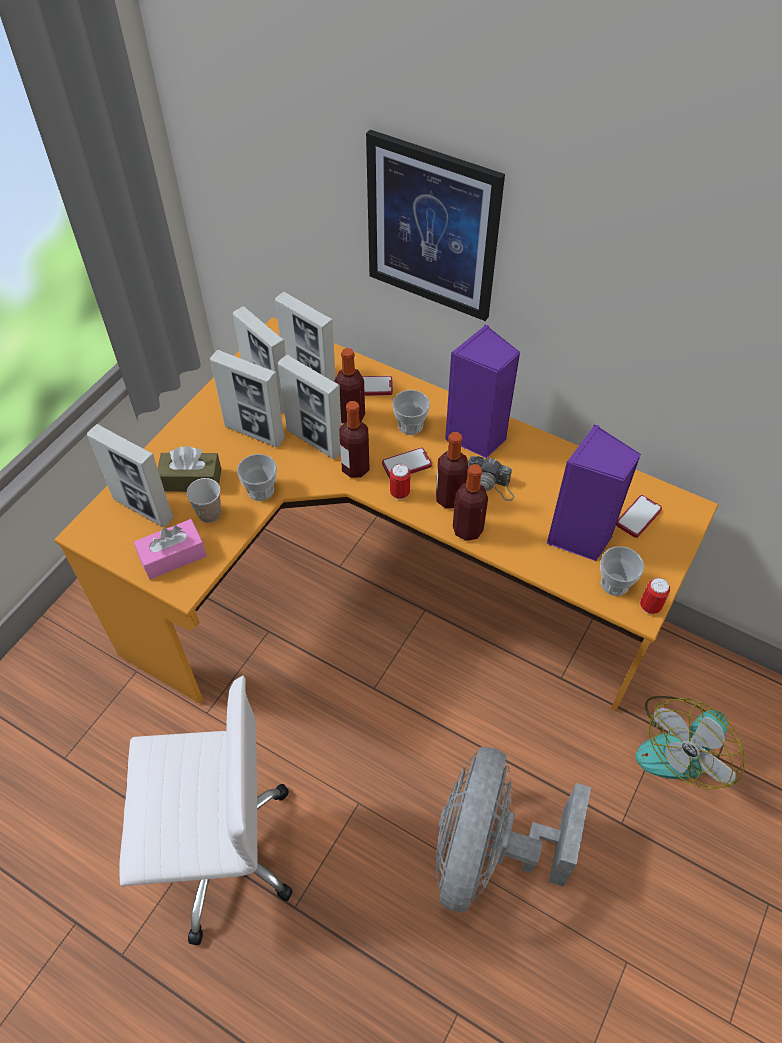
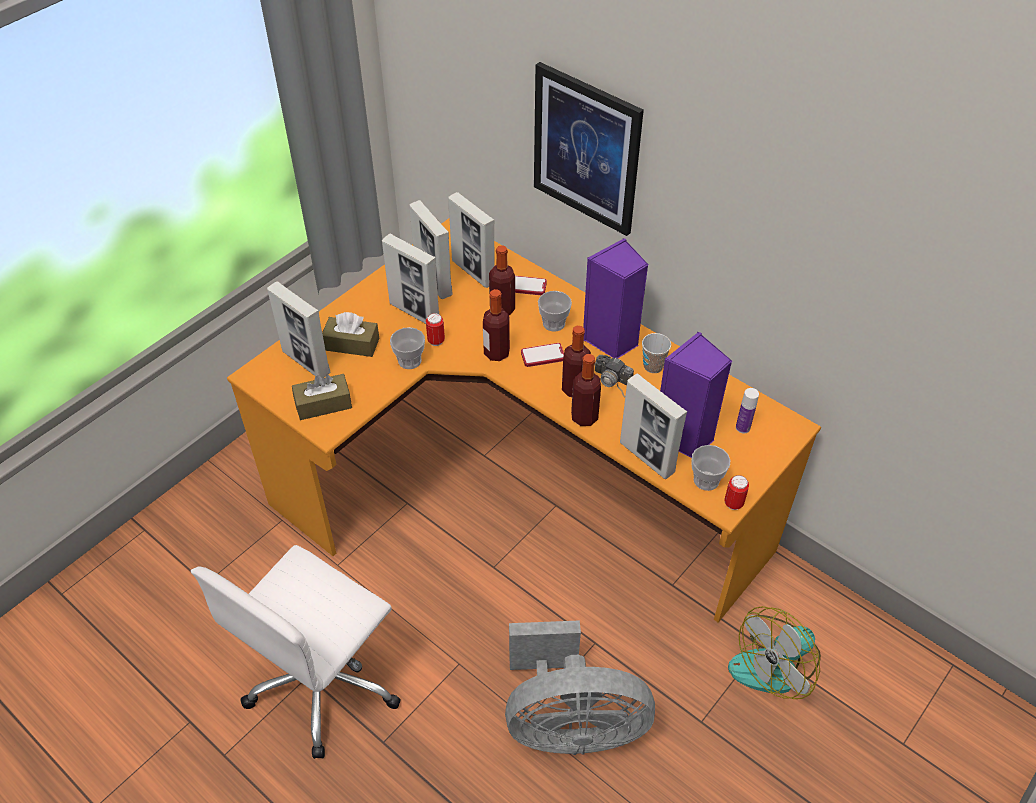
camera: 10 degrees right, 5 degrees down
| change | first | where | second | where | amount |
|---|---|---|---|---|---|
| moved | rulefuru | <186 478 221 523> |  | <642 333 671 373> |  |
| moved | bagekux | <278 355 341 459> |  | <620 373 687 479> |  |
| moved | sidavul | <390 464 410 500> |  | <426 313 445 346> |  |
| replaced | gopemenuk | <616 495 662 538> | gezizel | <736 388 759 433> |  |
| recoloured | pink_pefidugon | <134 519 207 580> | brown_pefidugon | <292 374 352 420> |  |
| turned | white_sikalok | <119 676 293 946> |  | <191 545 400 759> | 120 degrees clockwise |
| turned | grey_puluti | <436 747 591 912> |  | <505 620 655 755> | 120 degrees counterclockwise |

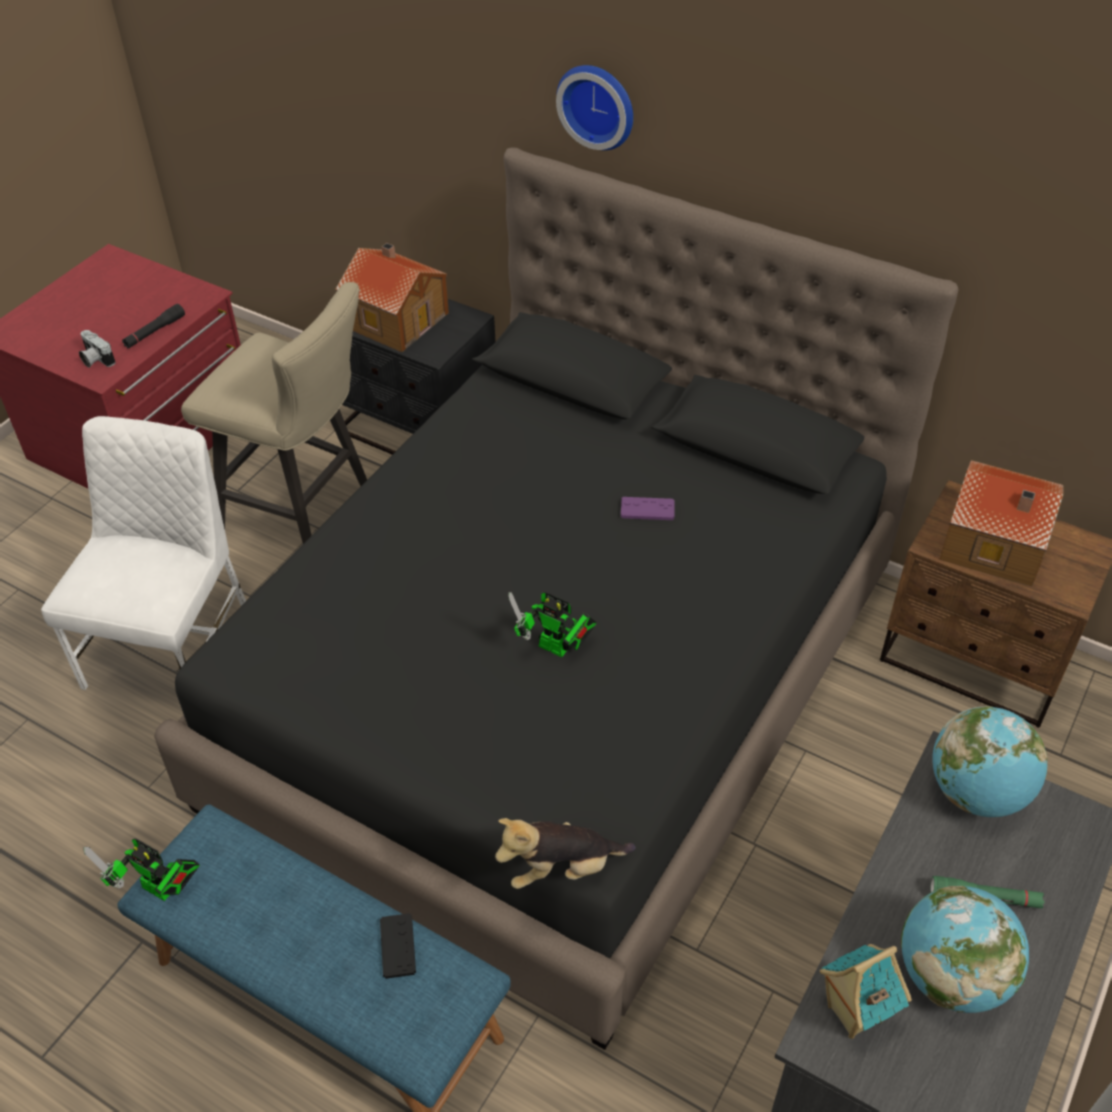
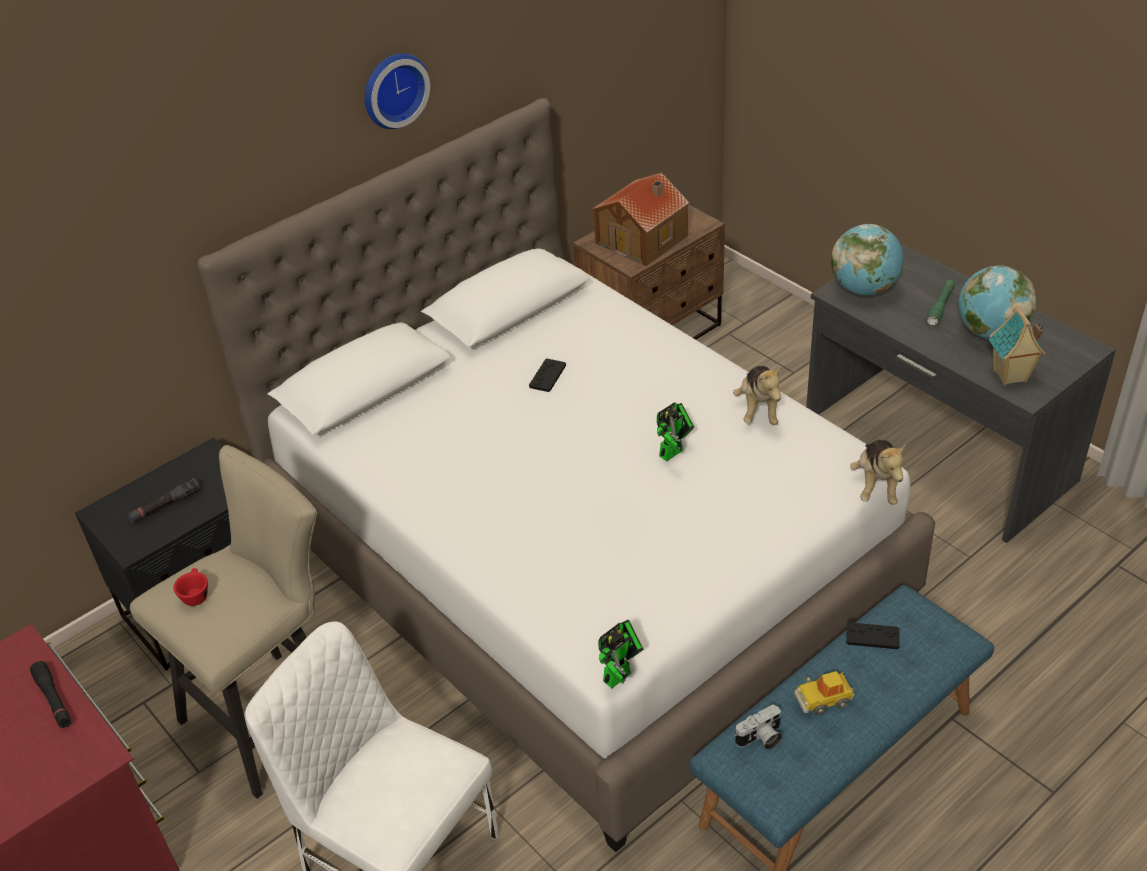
camera: 70 degrees left, 5 degrees down
| change | first | where | second | where | amount |
|---|---|---|---|---|---|
| added |  |  | red_rulefuru | <173 568 208 606> |  |
| added |  |  | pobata | <733 366 782 425> |  |
| added |  |  | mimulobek | <794 671 854 715> |  |
| moved | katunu | <79 330 115 368> |  | <735 704 782 750> |  |
| moved | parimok | <83 839 200 901> |  | <598 620 644 688> |  |
| moved | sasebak | <556 65 633 150> |  | <365 53 430 129> |  |
| replaced | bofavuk | <335 243 449 352> | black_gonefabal | <128 478 201 523> |  |
| recoloured | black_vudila | <154 147 959 1050> | white_vudila | <197 98 935 852> |  |
| recoloured | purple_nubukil | <621 497 675 520> | black_nubukil | <529 359 566 392> |  |

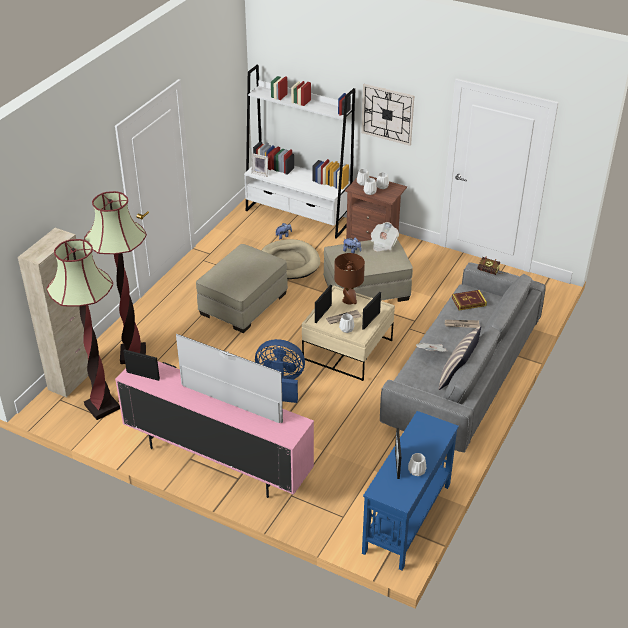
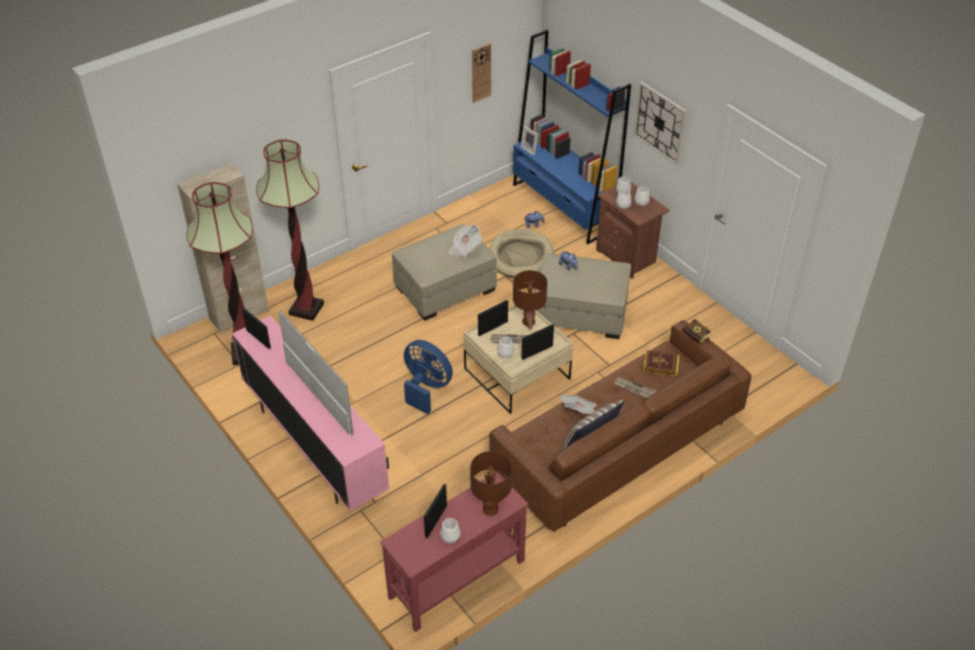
camera: 25 degrees right, 5 degrees up
| change | first | where | second | where | amount |
|---|---|---|---|---|---|
| added |  |  | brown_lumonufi | <470 451 512 516> |  |
| added |  |  | sasebak | <472 43 491 103> |  |
| moved | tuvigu | <371 222 399 251> |  | <449 225 482 258> |  |
| recoloured | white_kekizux | <244 65 355 239> | blue_kekizux | <513 30 631 244> |  |
| recoloured | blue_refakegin | <362 411 459 571> | red_refakegin | <380 472 528 632> |  |
| recoloured | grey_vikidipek | <380 263 546 453> | brown_vikidipek | <489 320 752 532> |  |

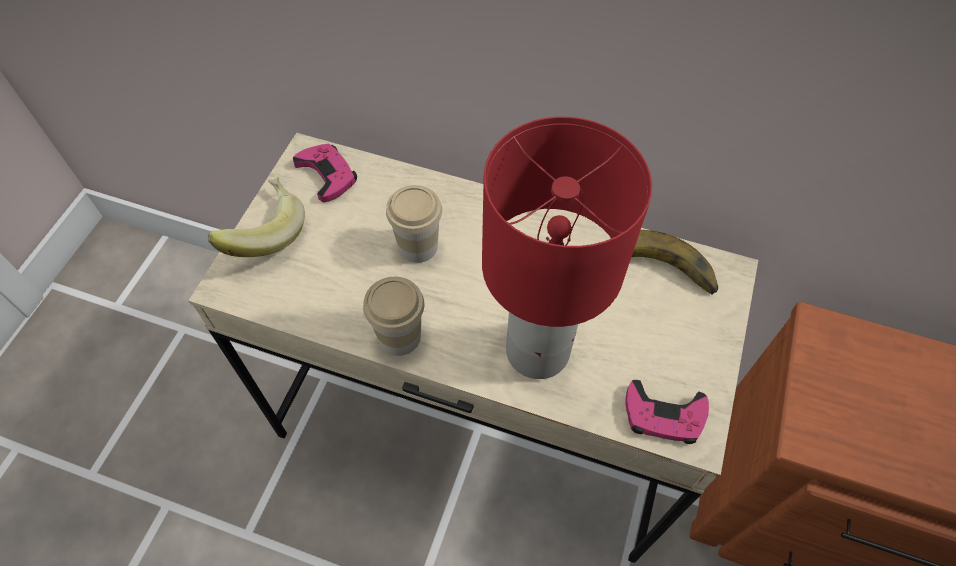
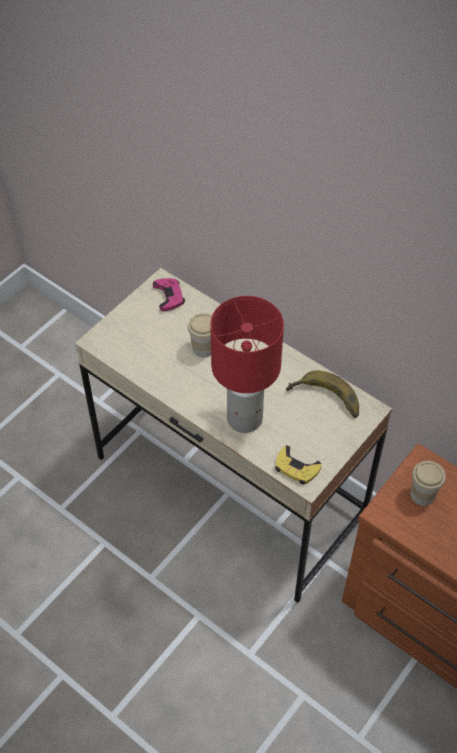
camera: 20 degrees right, 5 degrees down
| change | first | where | second | where | amount |
|---|---|---|---|---|---|
| removed | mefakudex | <208 177 305 257> |  |  |  |
| moved | rulefuru | <363 277 424 356> |  | <411 461 446 506> |  |
| recoloured | pink_nubukil | <625 380 709 444> | yellow_nubukil | <275 445 321 484> |  |

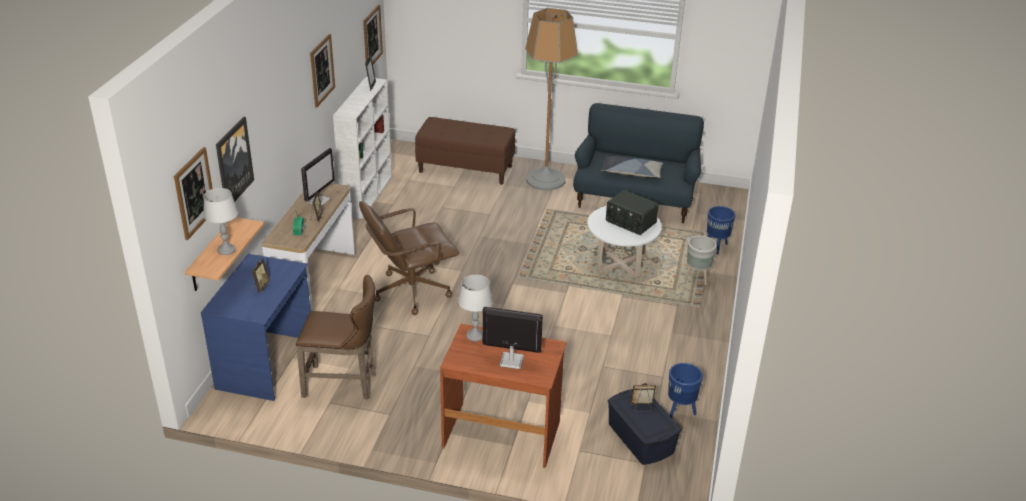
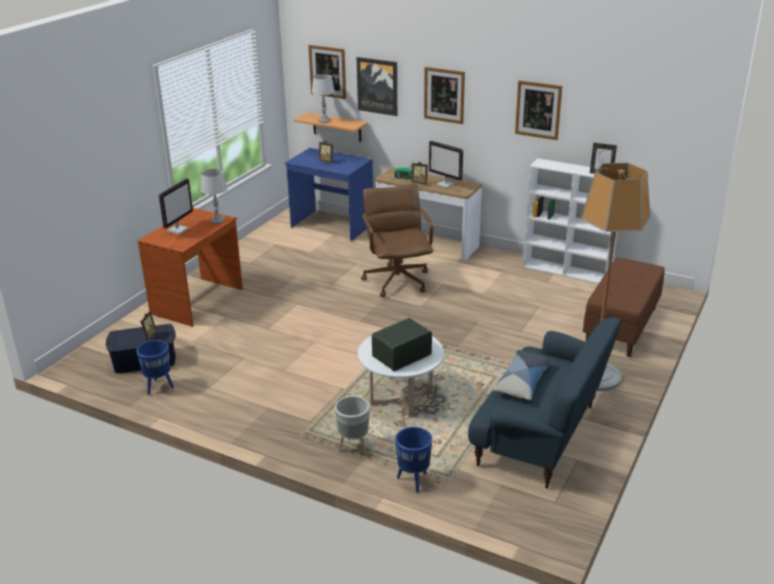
camera: 105 degrees right, 5 degrees down
| change | first | where | second | where | amount |
|---|---|---|---|---|---|
| removed | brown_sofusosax | <296 275 376 400> |  |  |  |
| moved | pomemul | <363 5 383 64> |  | <424 67 465 124> |  |

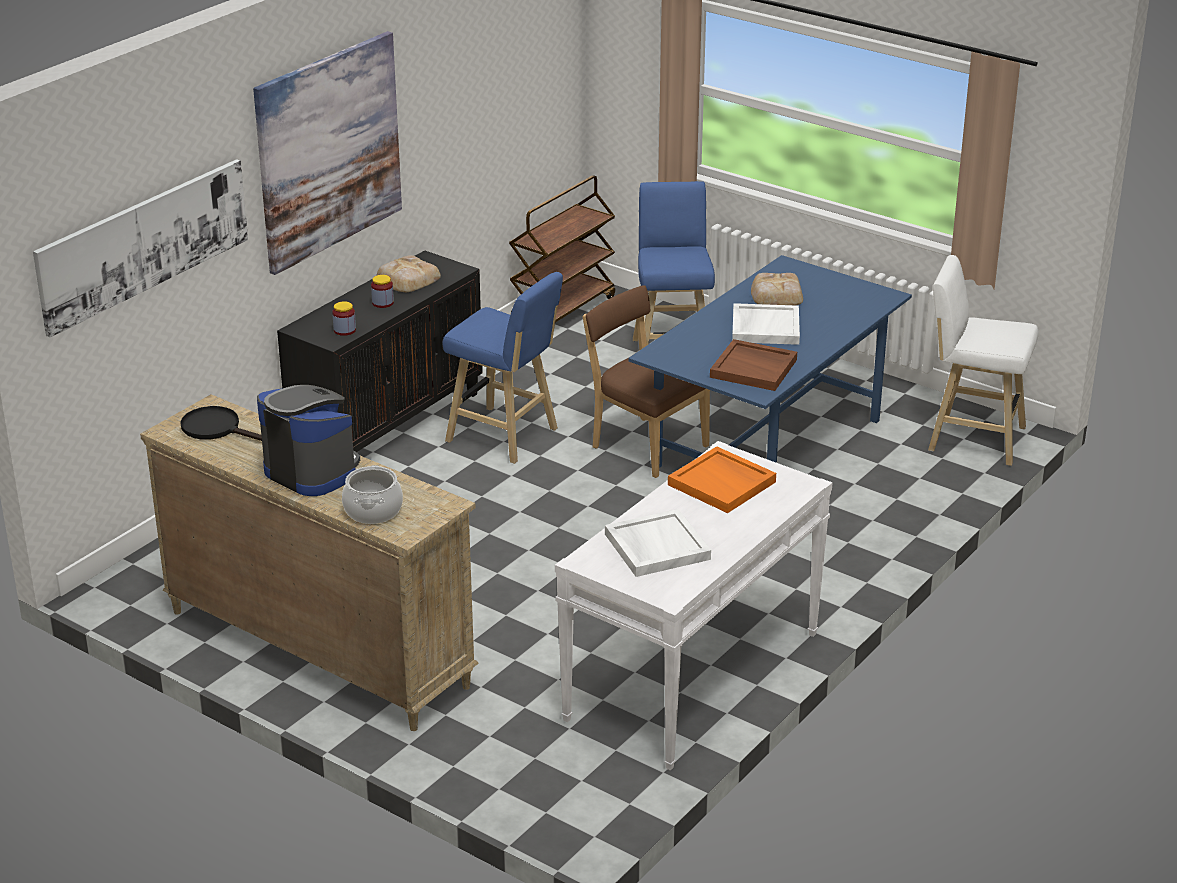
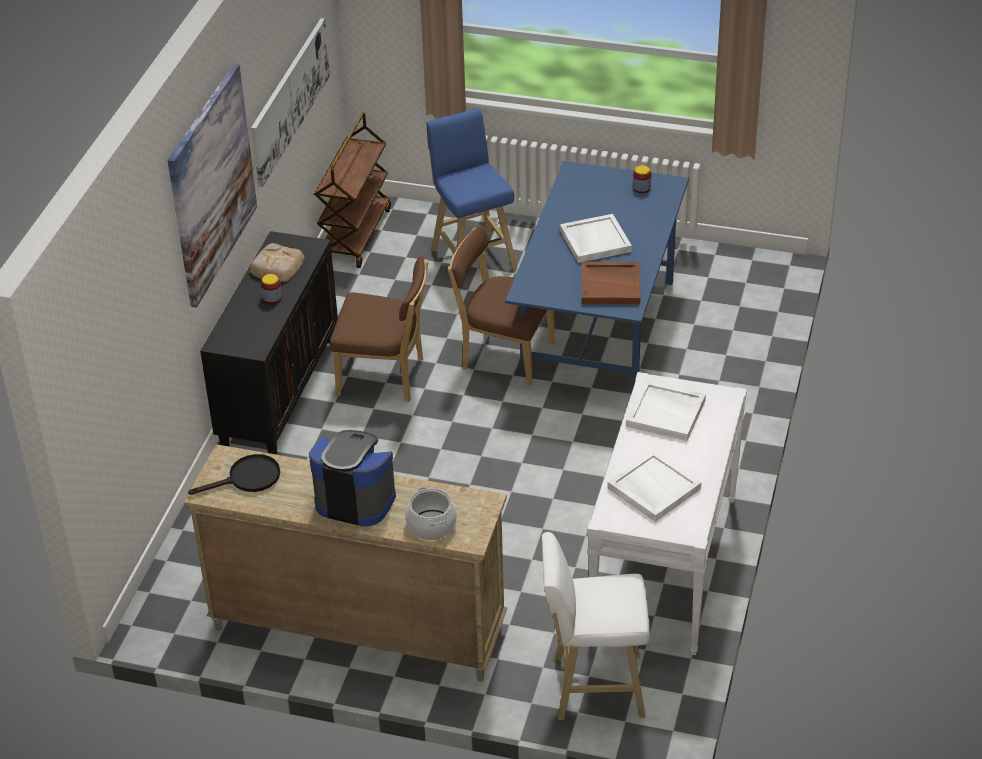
camera: 20 degrees left, 10 degrees up
| change | first | where | second | where | amount |
|---|---|---|---|---|---|
| removed | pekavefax | <751 273 803 305> |  |  |  |
| moved | pomemul | <33 159 248 338> |  | <251 18 330 187> |  |
| moved | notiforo | <332 301 356 336> |  | <633 165 651 193> |  |
| moved | white_sofusosax | <928 255 1039 466> |  | <542 532 650 720> |  |
| replaced | blue_sofusosax | <443 272 563 464> | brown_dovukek | <330 255 428 402> |  |
| recoloured | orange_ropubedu | <668 446 776 513> | white_ropubedu | <626 380 706 441> |  |
| turned | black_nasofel | <180 406 262 441> |  | <188 454 280 495> | 150 degrees clockwise |

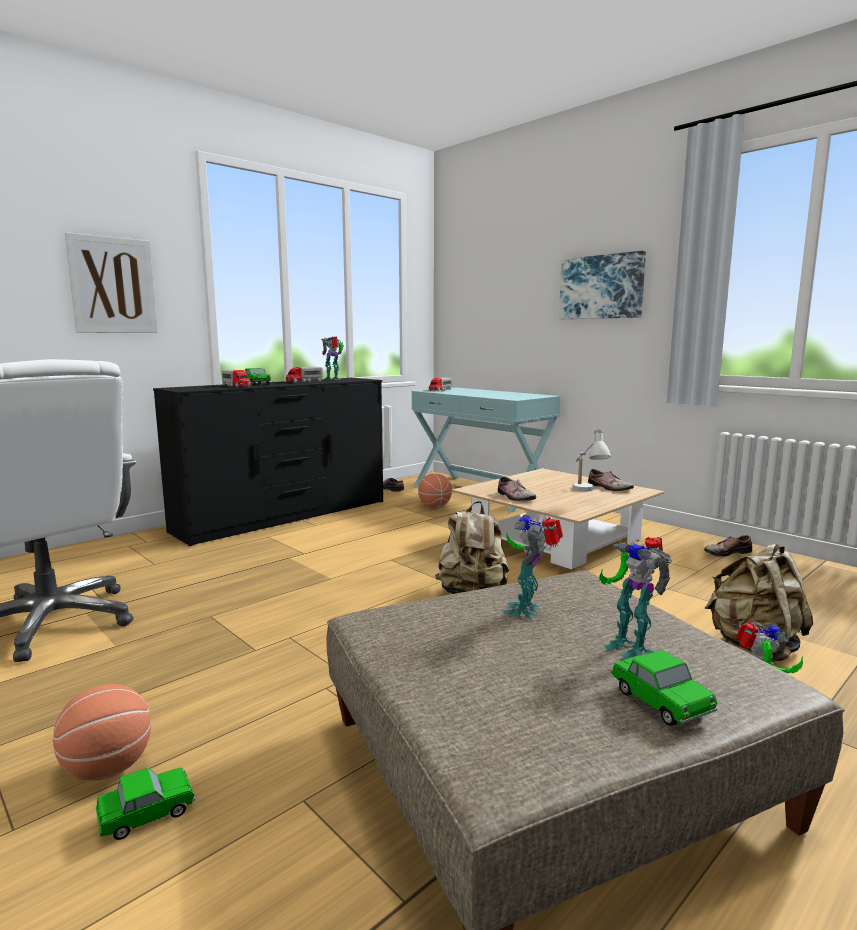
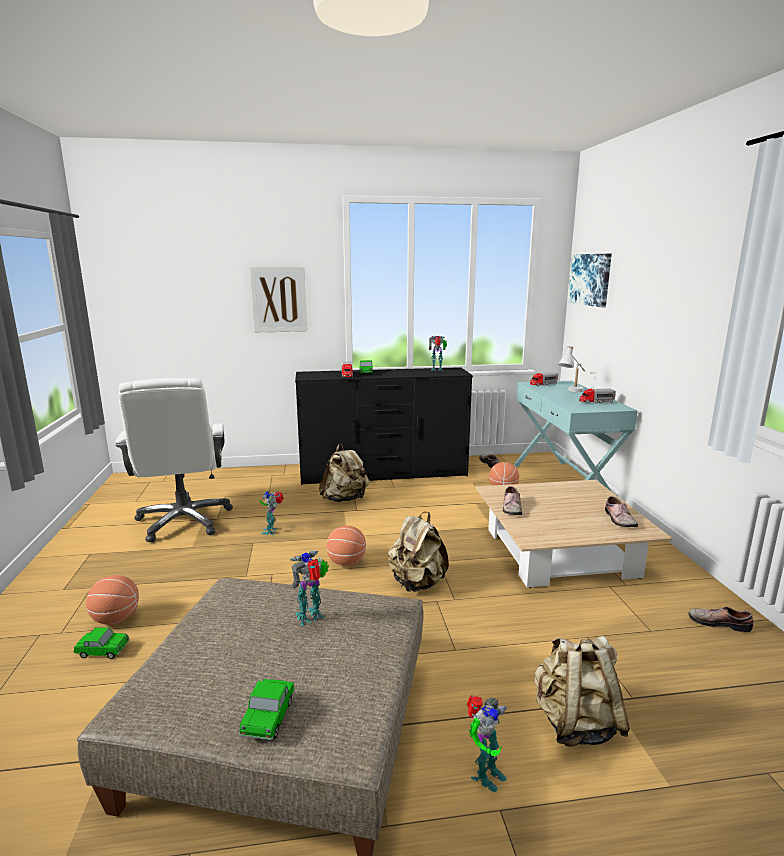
camera: 35 degrees right, 5 degrees up
| change | first | where | second | where | amount |
|---|---|---|---|---|---|
| added |  |  | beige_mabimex | <319 444 370 502> |  |
| added |  |  | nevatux | <327 526 366 566> |  |
| moved | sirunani | <286 367 323 383> |  | <579 389 616 404> |  |
| moved | pomemul | <559 251 646 319> |  | <568 254 612 308> |  |
| moved | white_lumonufi | <573 430 611 492> |  | <559 346 585 392> |  |
| moved | parimok | <599 537 673 659> |  | <259 491 284 535> |  |

